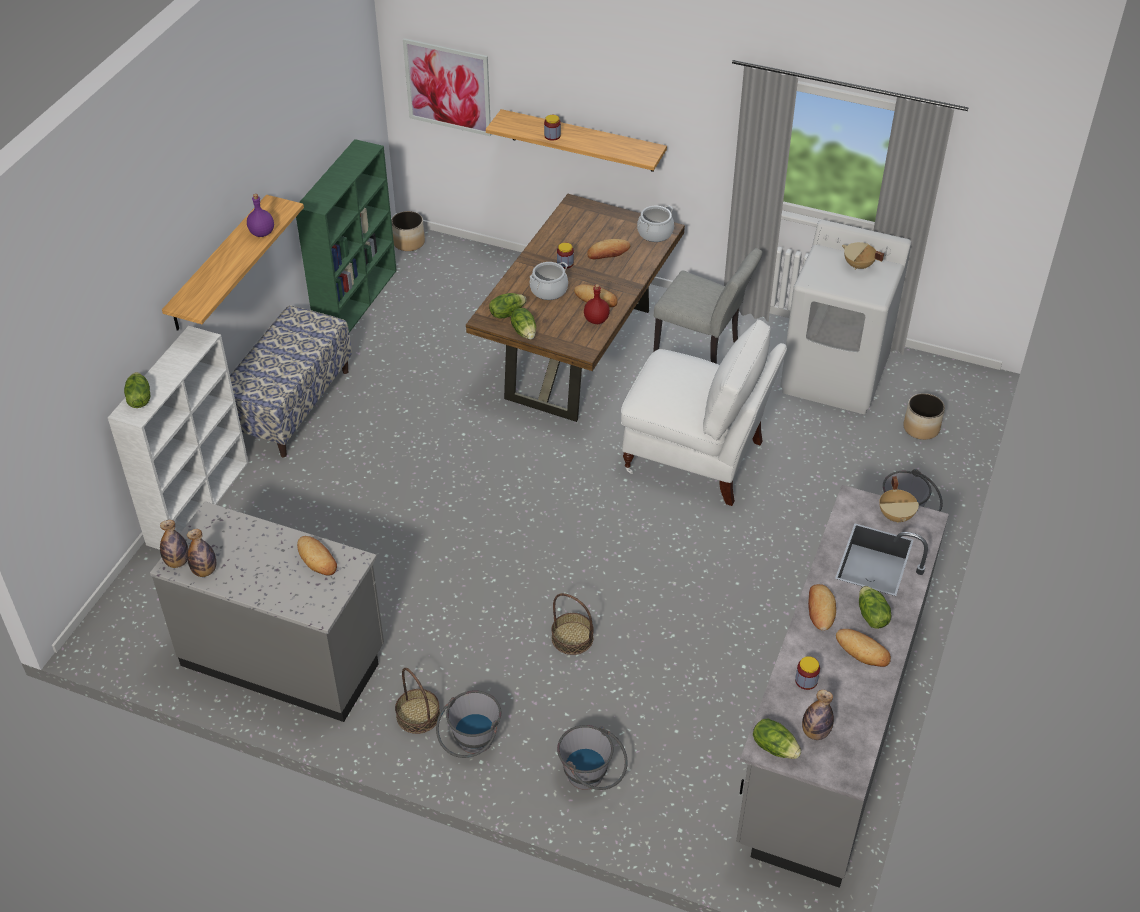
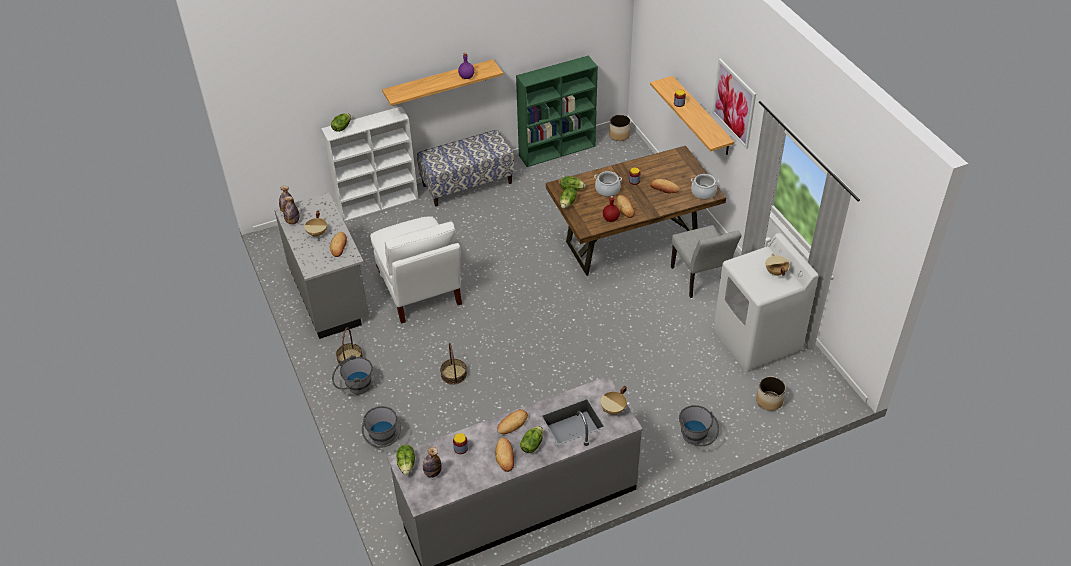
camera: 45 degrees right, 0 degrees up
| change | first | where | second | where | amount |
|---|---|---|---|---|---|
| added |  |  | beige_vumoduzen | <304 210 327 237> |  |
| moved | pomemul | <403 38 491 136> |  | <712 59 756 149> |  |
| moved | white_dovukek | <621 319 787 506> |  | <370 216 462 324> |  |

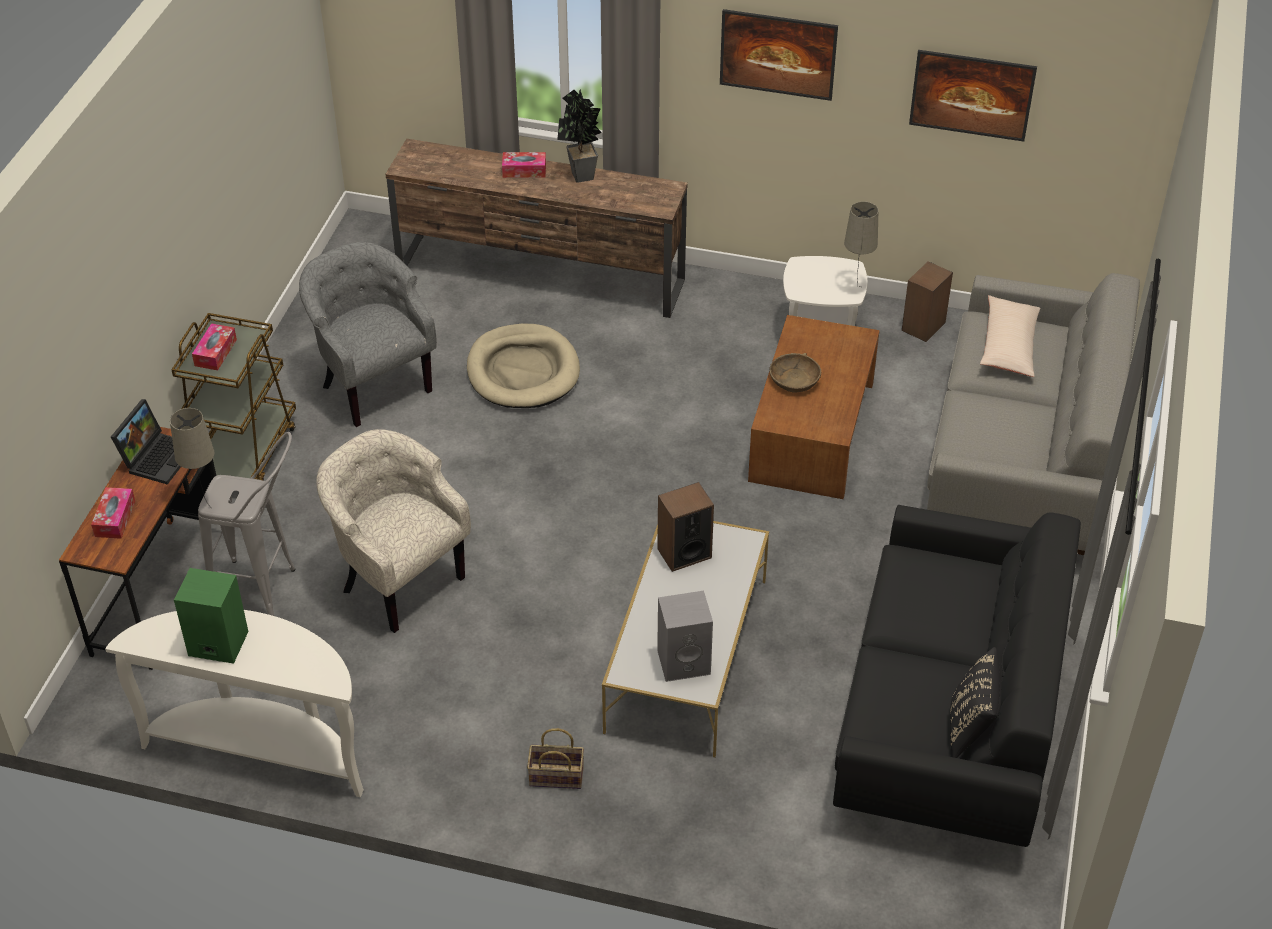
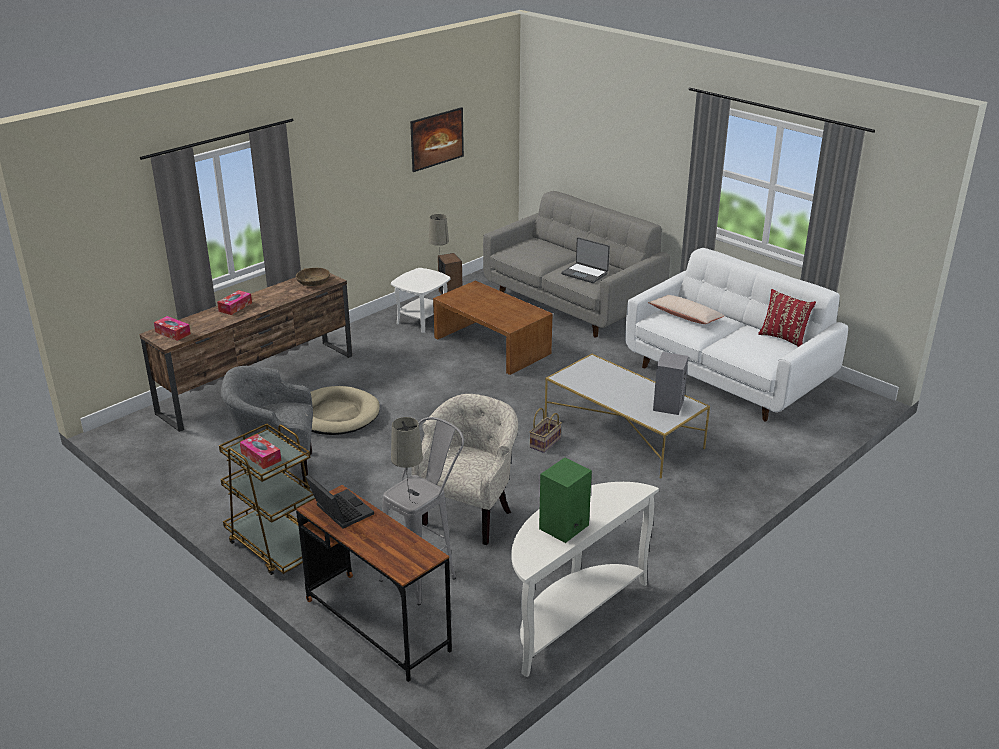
camera: 60 degrees left, 15 degrees down
| change | first | where | second | where | amount |
|---|---|---|---|---|---|
| removed | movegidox | <557 90 602 183> |  |  |  |
| removed | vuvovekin | <657 482 714 572> |  |  |  |
| removed | pomemul | <720 9 838 101> |  |  |  |
| added |  |  | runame | <561 237 610 283> |  |
| moved | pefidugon | <91 487 135 539> |  | <154 316 191 341> |  |
| moved | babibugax | <527 728 584 789> |  | <530 408 562 453> |  |
| moved | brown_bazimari | <769 353 821 392> |  | <296 268 330 286> |  |
| moved | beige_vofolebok | <980 295 1040 377> |  | <648 295 725 324> |  |
| recoloured | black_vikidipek | <833 505 1081 847> | white_vikidipek | <625 248 848 421> |  |
| recoloured | black_vofolebok | <950 647 1002 758> | red_vofolebok | <758 289 816 347> |  |
| turned | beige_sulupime | <316 429 471 633> |  | <411 394 518 545> | 135 degrees clockwise |

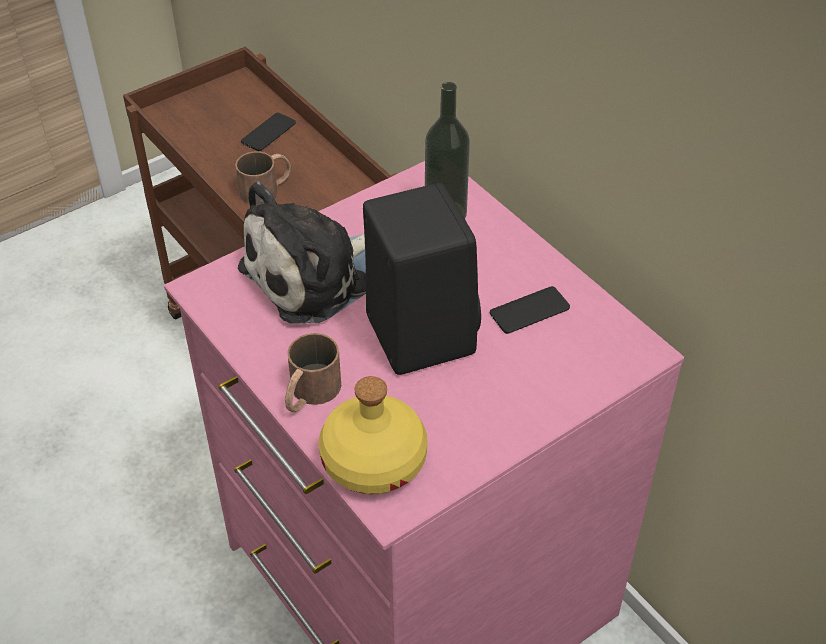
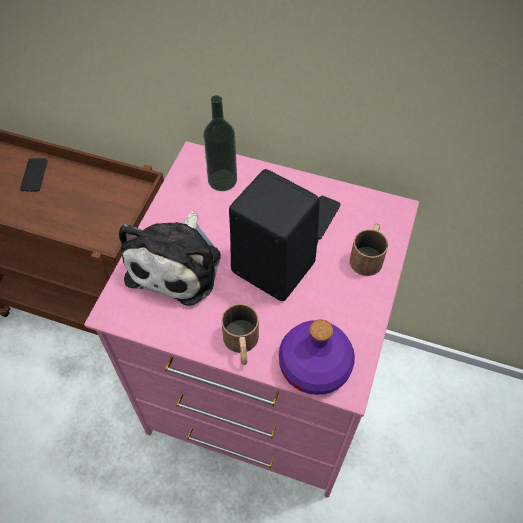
camera: 35 degrees left, 10 degrees up
| change | first | where | second | where | amount |
|---|---|---|---|---|---|
| moved | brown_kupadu | <235 152 291 205> |  | <350 224 388 276> |  |
| recoloured | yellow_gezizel | <319 376 428 494> | purple_gezizel | <279 319 355 395> |  |

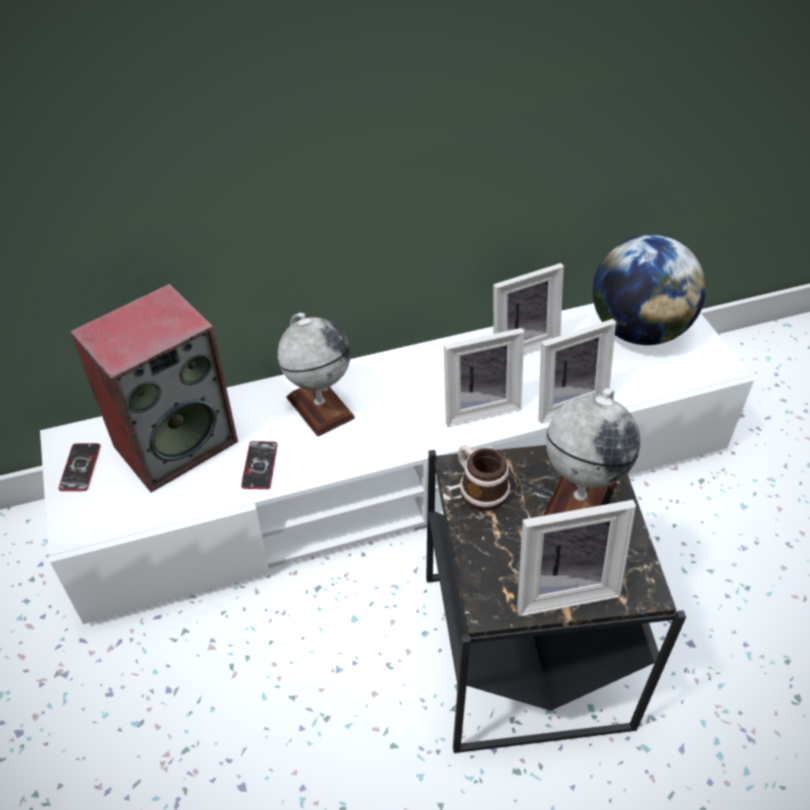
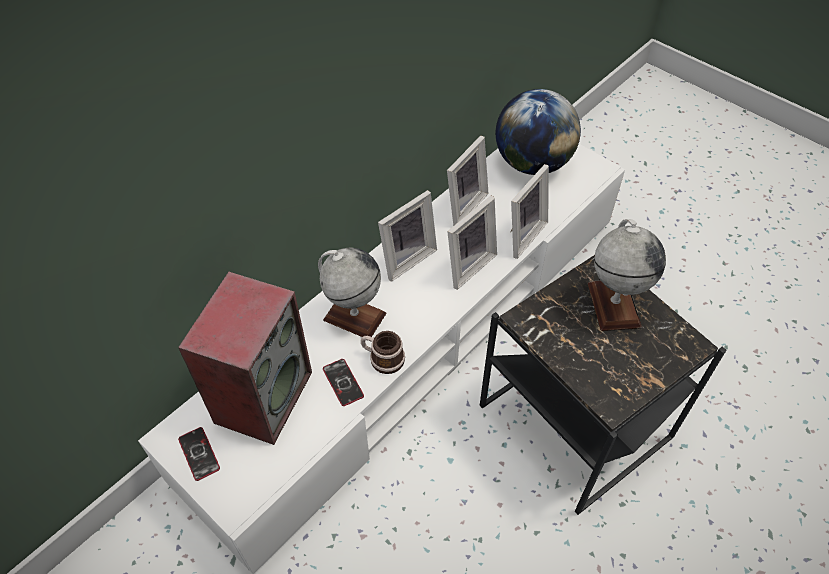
camera: 30 degrees left, 5 degrees up
| change | first | where | second | where | amount |
|---|---|---|---|---|---|
| moved | kupadu | <458 445 510 511> |  | <361 331 405 374> |  |
| moved | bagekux | <517 500 636 616> |  | <378 190 437 282> |  |

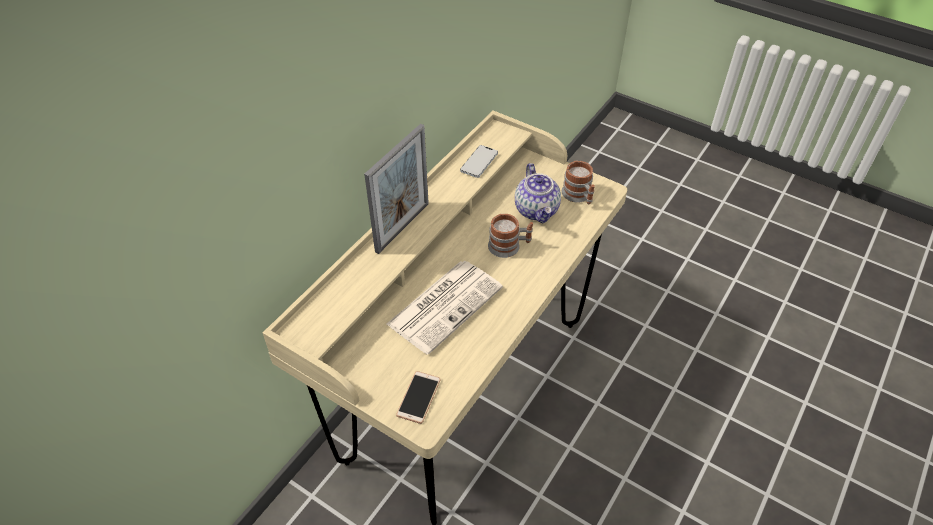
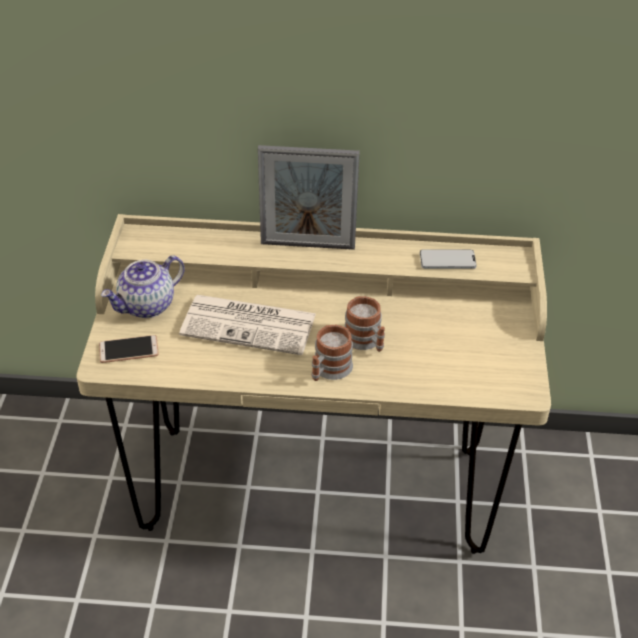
camera: 60 degrees right, 5 degrees down
| change | first | where | second | where | amount |
|---|---|---|---|---|---|
| moved | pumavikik | <515 163 561 223> |  | <101 255 185 318> |  |
| moved | kupadu | <562 160 595 204> |  | <311 324 353 381> |  |

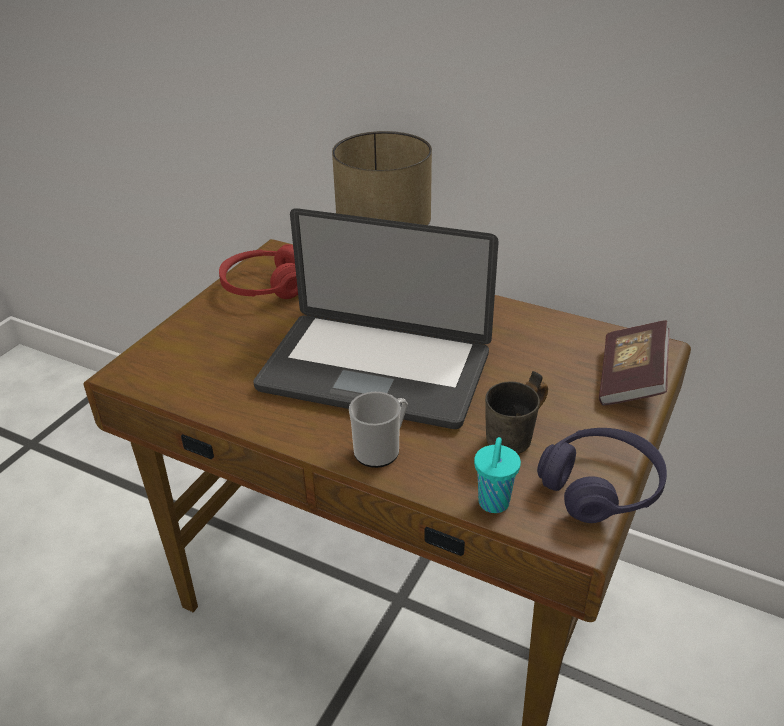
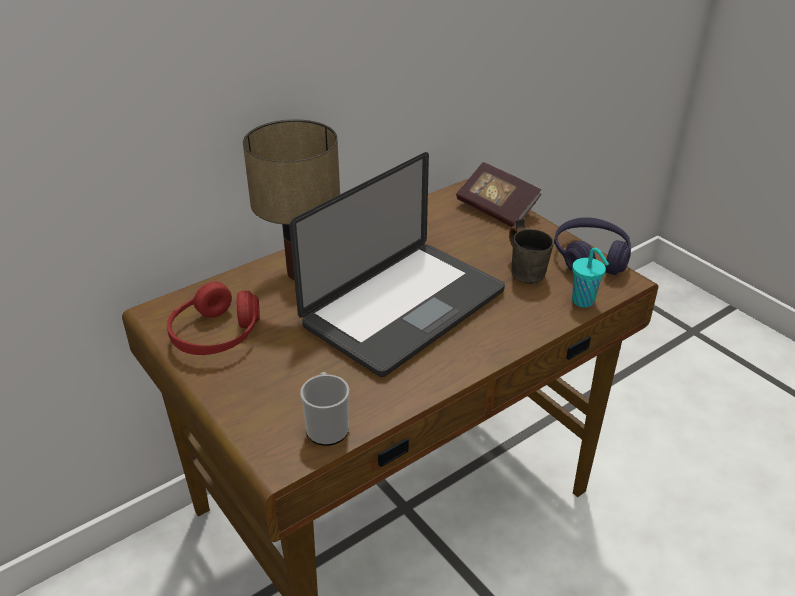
camera: 65 degrees left, 0 degrees up
| change | first | where | second | where | amount |
|---|---|---|---|---|---|
| moved | kupadu | <349 392 407 468> |  | <300 372 349 446> |  |

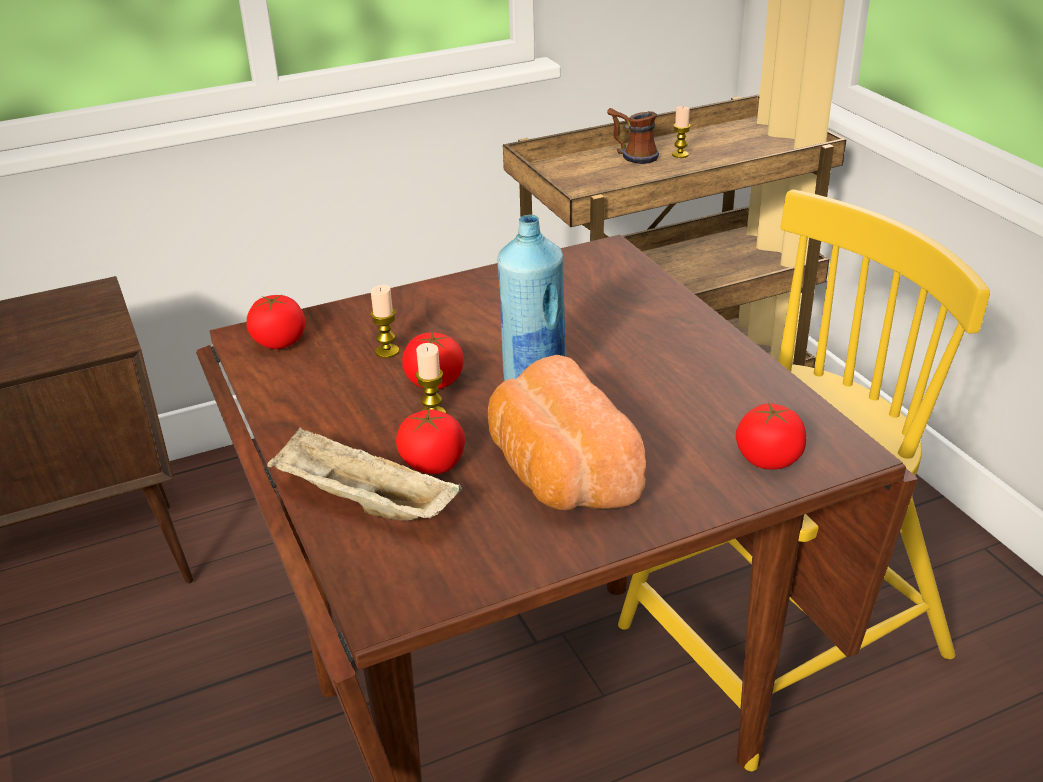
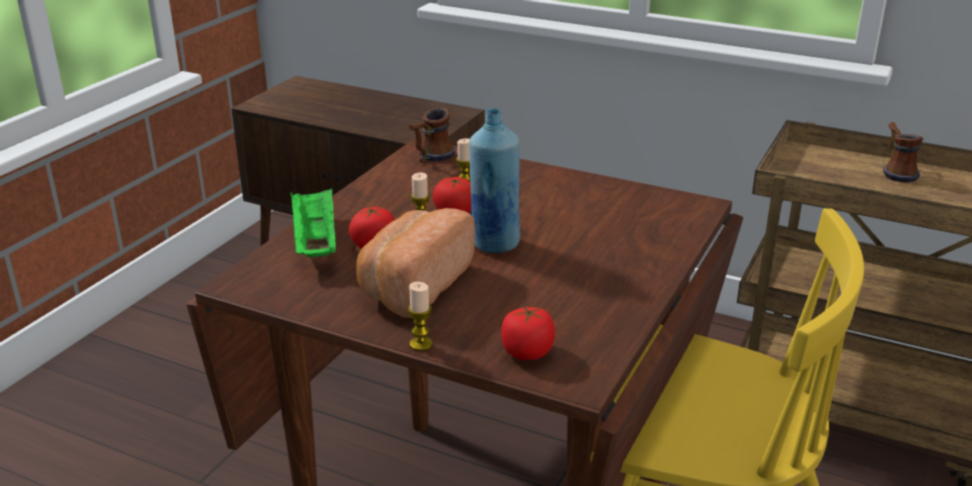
camera: 50 degrees right, 5 degrees down
| change | first | where | second | where | amount |
|---|---|---|---|---|---|
| moved | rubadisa | <672 106 691 158> |  | <408 282 433 351> |  |
| replaced | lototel | <247 295 306 349> | kupadu | <409 107 455 163> |  |
| recoloured | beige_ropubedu | <267 427 462 521> | green_ropubedu | <290 187 336 257> |  |

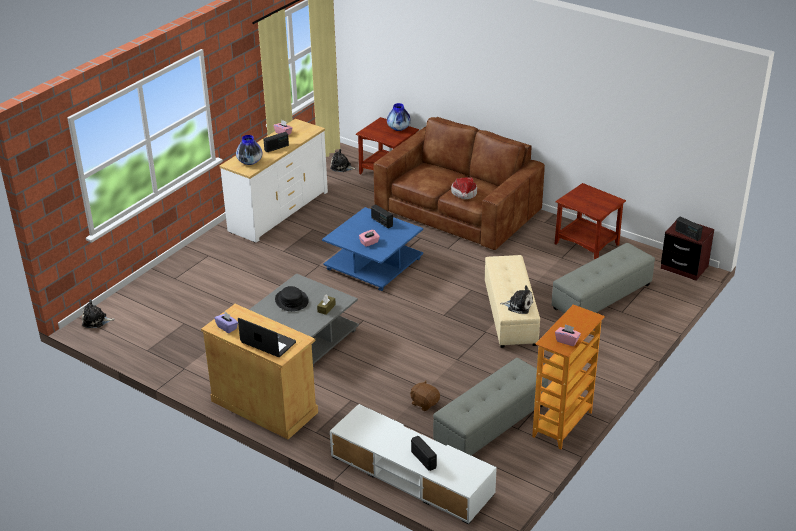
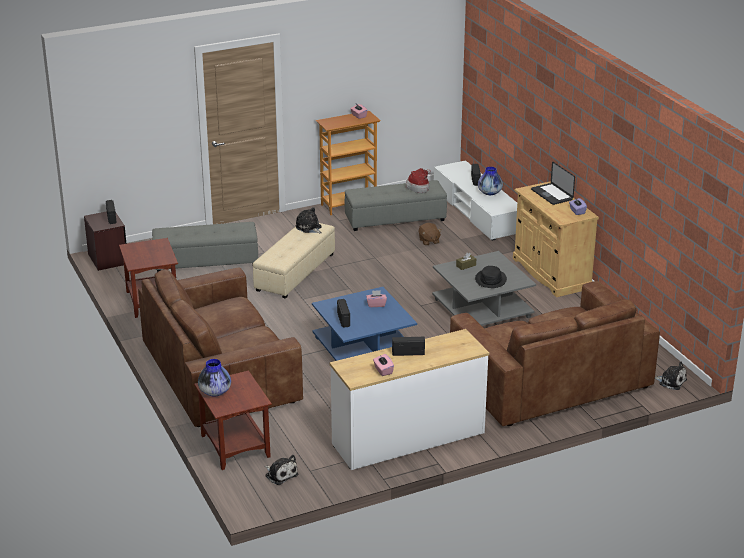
camera: 150 degrees left, 5 degrees down
| change | first | where | second | where | amount |
|---|---|---|---|---|---|
| added |  |  | brown_vikidipek | <450 281 660 426> |  |
| moved | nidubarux | <236 135 262 165> |  | <478 167 503 195> |  |
| moved | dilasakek | <451 177 477 199> |  | <406 168 431 193> |  |

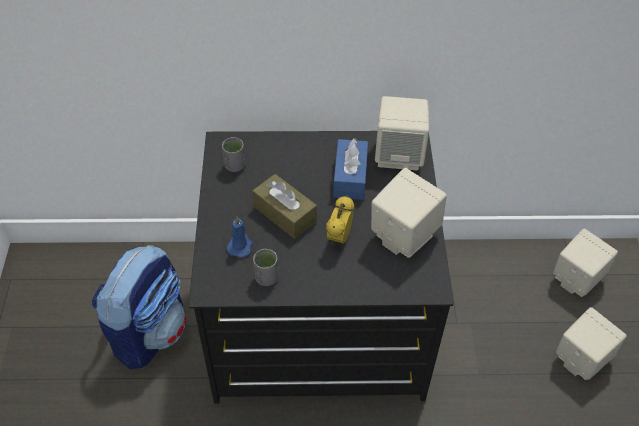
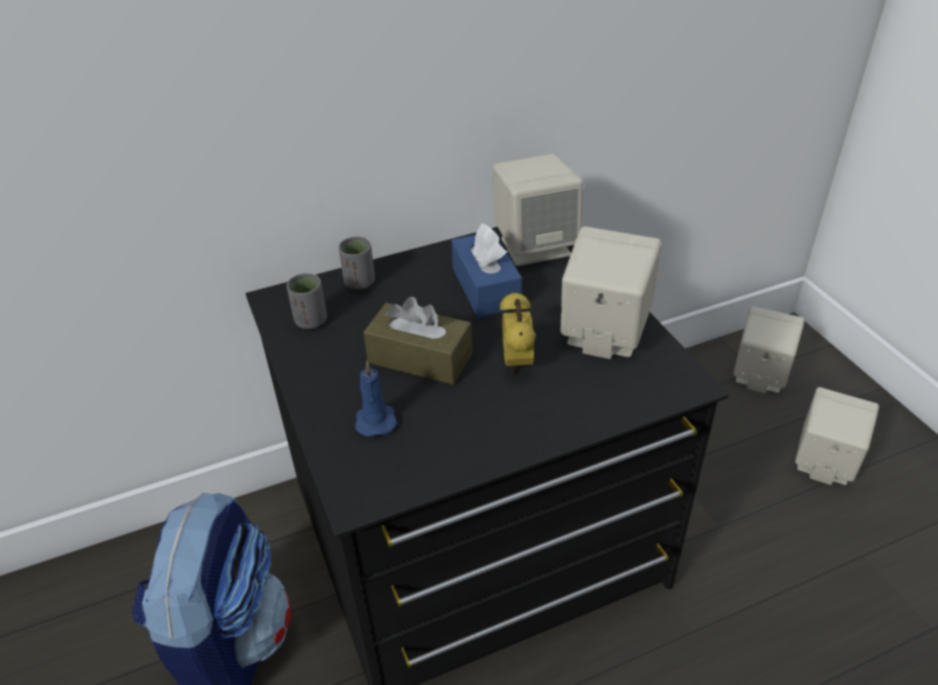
camera: 20 degrees left, 10 degrees down
| change | first | where | second | where | amount |
|---|---|---|---|---|---|
| moved | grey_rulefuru | <253 249 278 286> |  | <338 236 375 290> |  |

